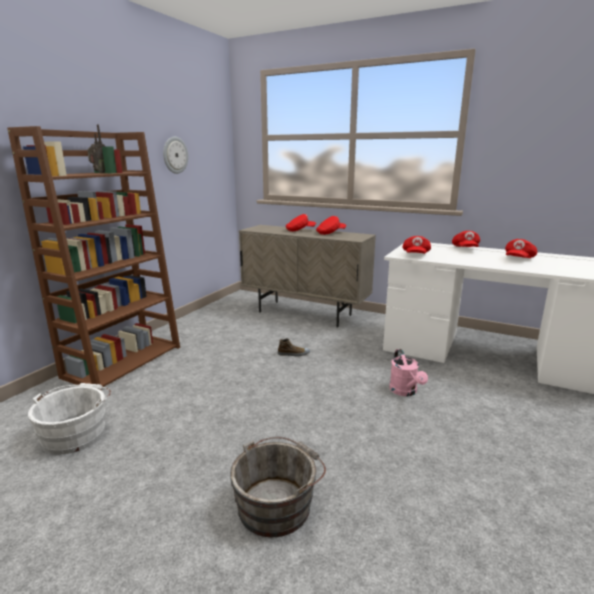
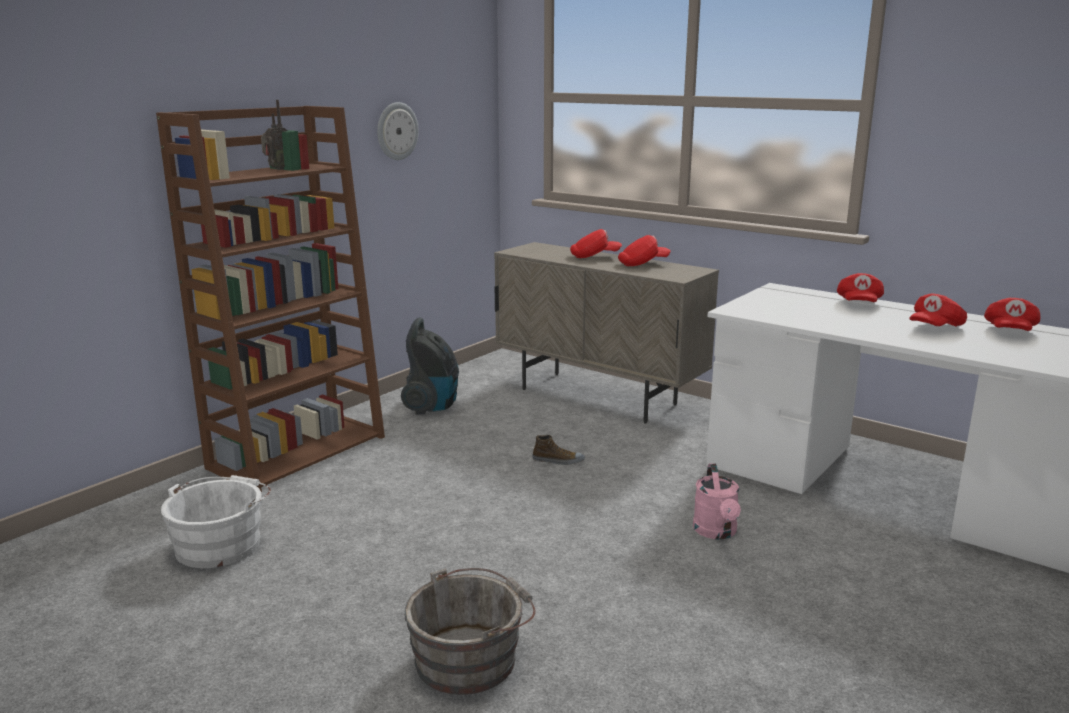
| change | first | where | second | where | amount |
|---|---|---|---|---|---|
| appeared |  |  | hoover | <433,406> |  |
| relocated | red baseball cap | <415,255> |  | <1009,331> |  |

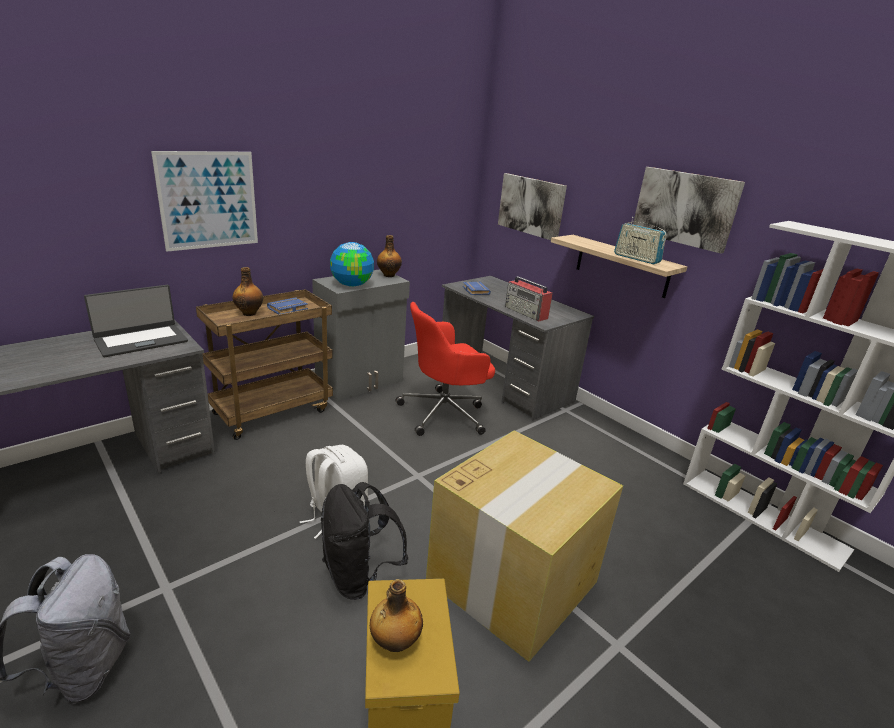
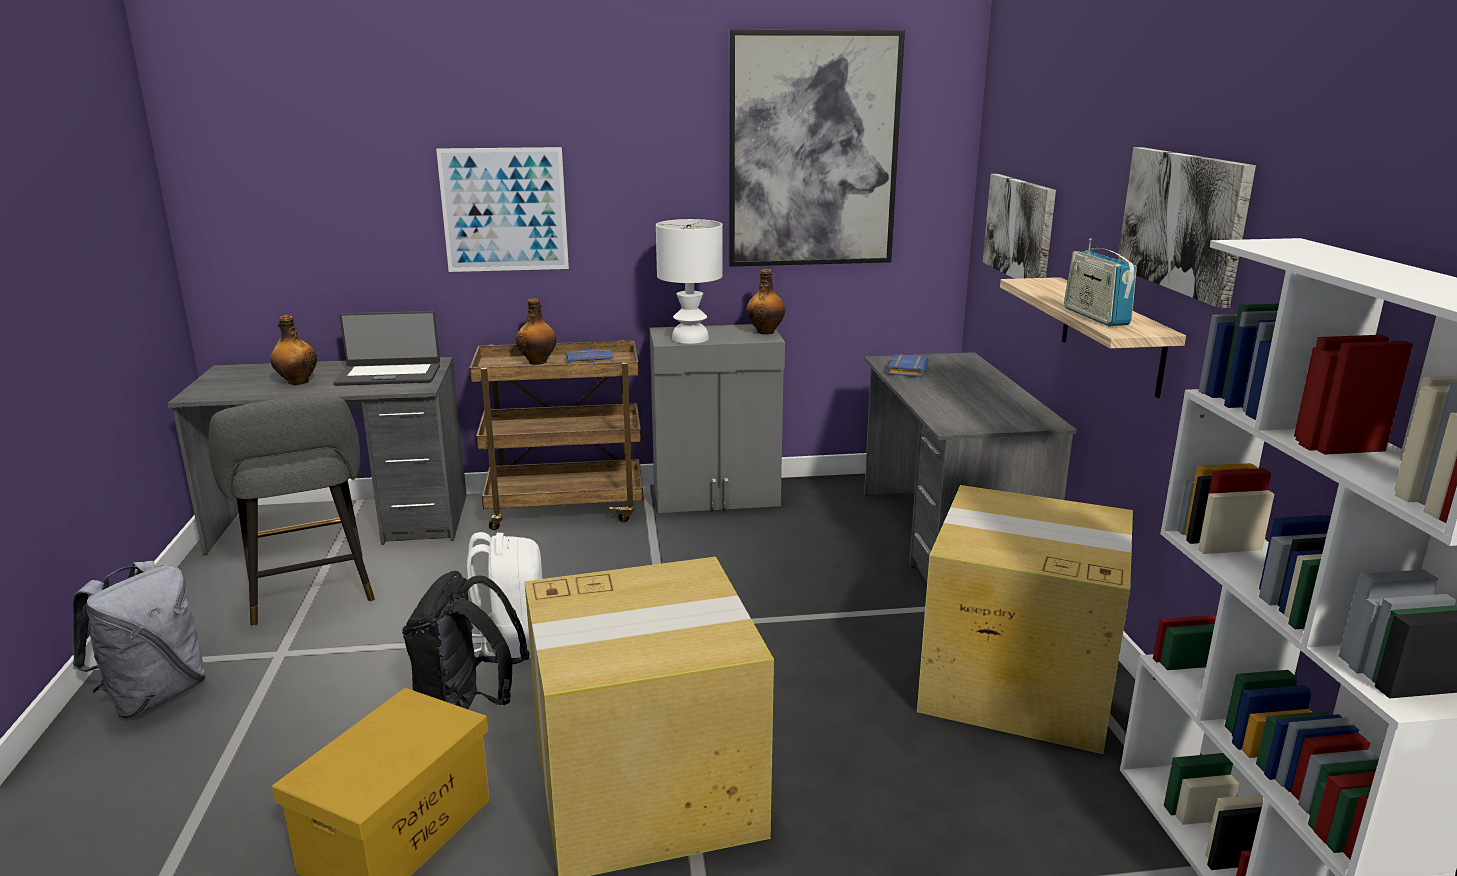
| change | first | where | second | where | amount |
|---|---|---|---|---|---|
| appeared |  |  | gray sitting stool | <310,593> |  |
| relocated | beverage bottle | <394,642> |  | <297,382> |  |
| exchanged | globe | <351,285> | white lamp for a table | <690,338> |  |
| appeared |  |  | wall art | <812,151> |  |
| appeared |  |  | carton | <1014,682> |  |
| missing | red desk chair | <444,413> |  |  |  |
| missing | radio set | <526,313> |  |  |  |

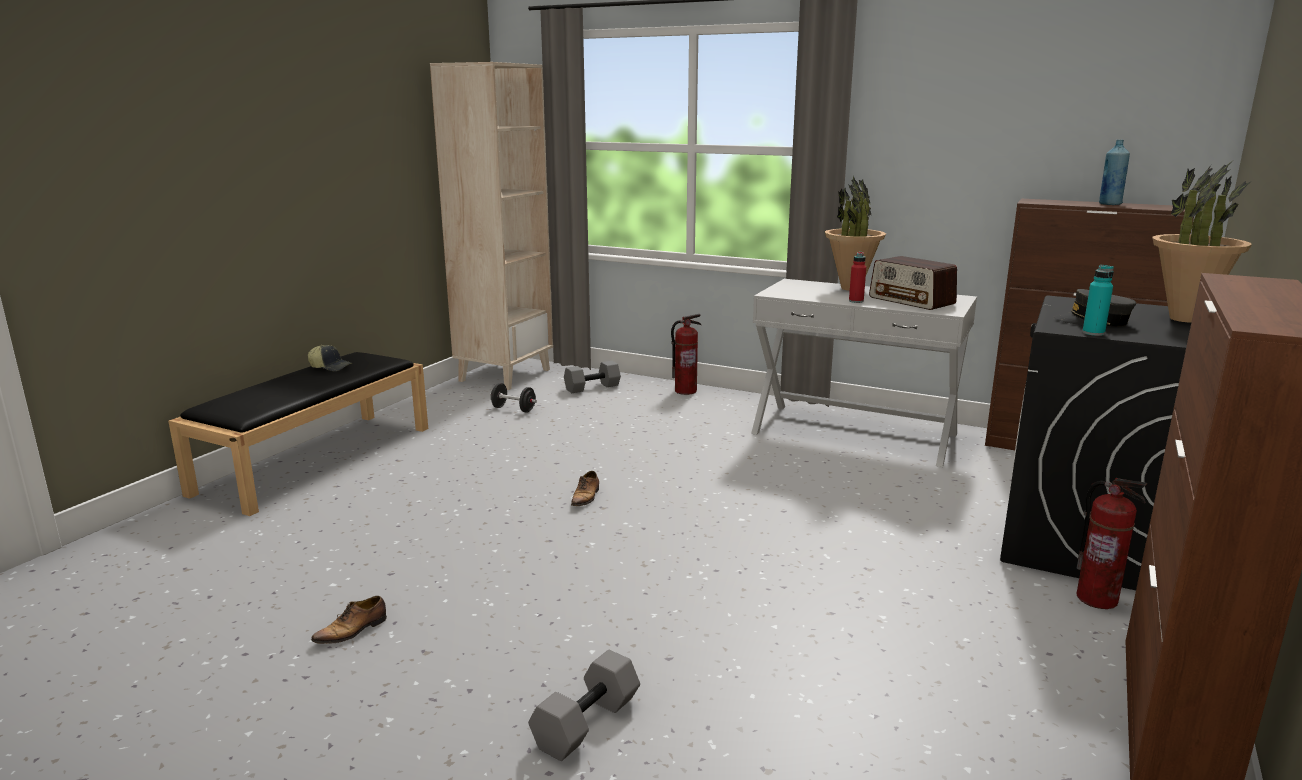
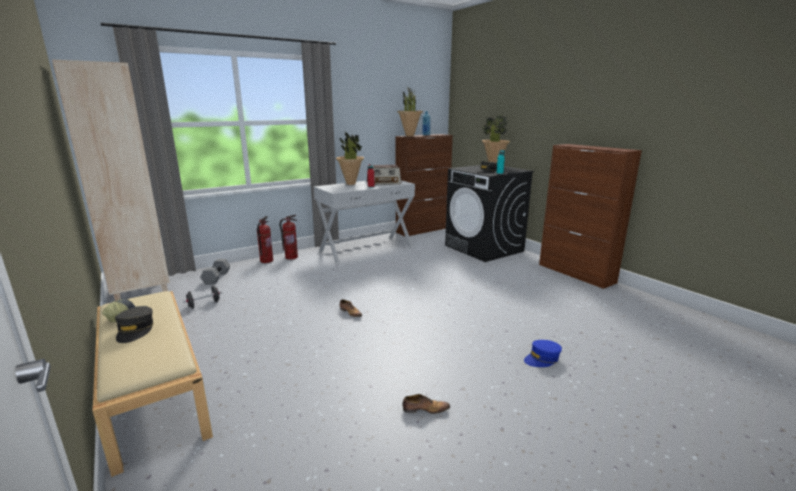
| change | first | where | second | where | amount |
|---|---|---|---|---|---|
| colour | black-coloured indoor bench | <317,458> | beige-coloured indoor bench | <153,390> |  |
| appeared |  |  | gray baseball cap | <135,330> |  |
| relocated | extinguisher | <1097,599> |  | <291,257> |  |
| appeared |  |  | potted plant | <409,136> |  |
| spun | item of footwear | <353,631> |  | <424,409> | 75 degrees counterclockwise |
| exchanged | gray dumbbell | <587,724> | blue baseball cap | <542,359> |  |

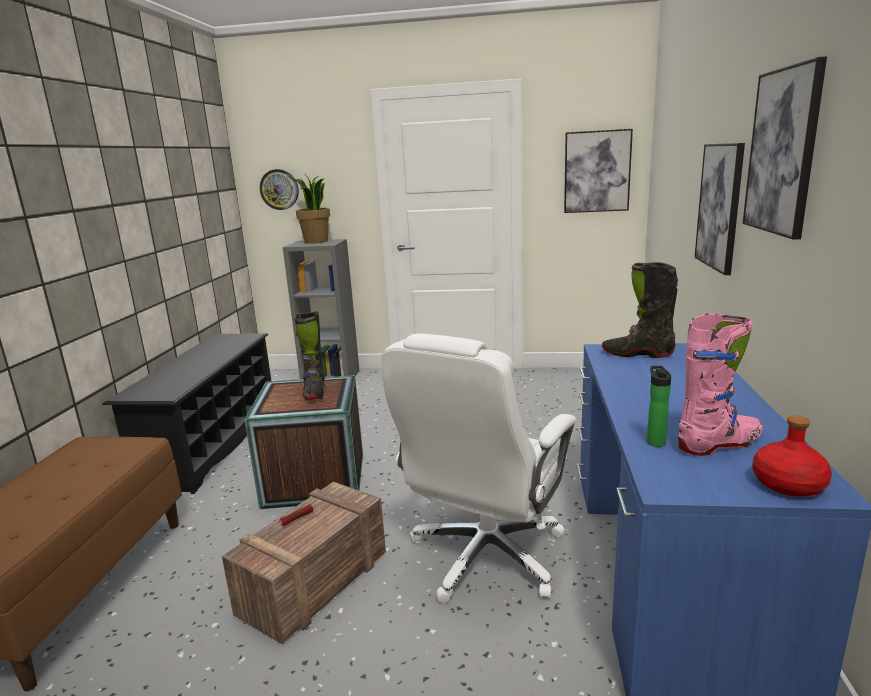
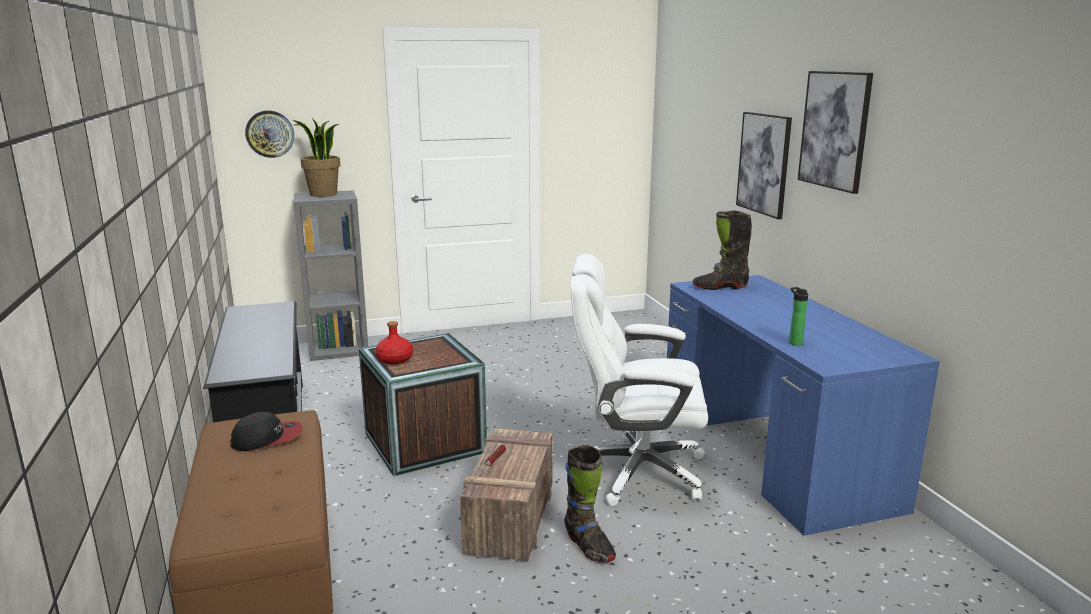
| change | first | where | second | where | amount |
|---|---|---|---|---|---|
| appeared |  |  | baseball cap | <267,438> |  |
| relocated | red beverage bottle | <788,484> |  | <395,359> |  |
| relocated | black-coloured tall boot | <314,392> |  | <588,546> |  |
| spun | white desk chair | <485,556> |  | <636,470> | 90 degrees clockwise |
| missing | wall art | <597,171> |  |  |  |
| missing | pink-coloured tall boot | <719,444> |  |  |  |

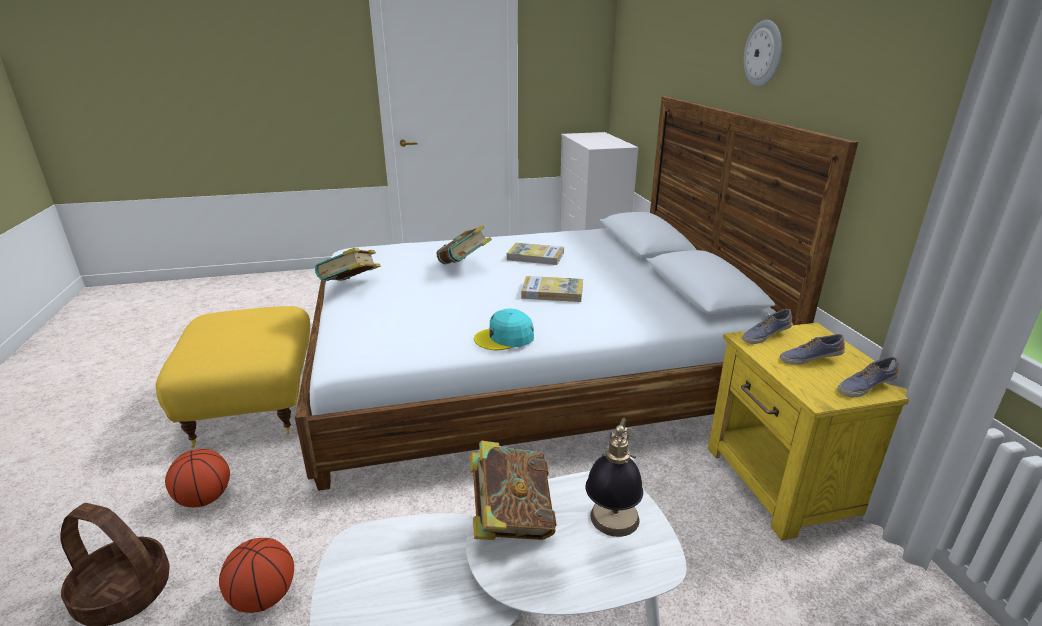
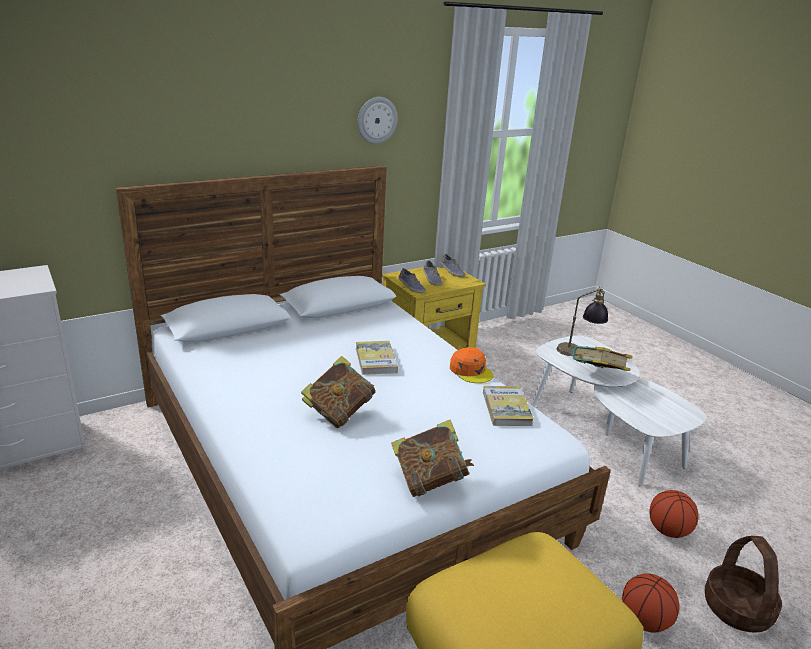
| change | first | where | second | where | amount |
|---|---|---|---|---|---|
| relocated | hanging clock | <763,53> |  | <376,120> |  |
| colour | turquoise-coloured baseball cap | <505,338> | orangey baseball cap | <471,371> |  |
| relocated | book | <535,256> |  | <506,408> |  |

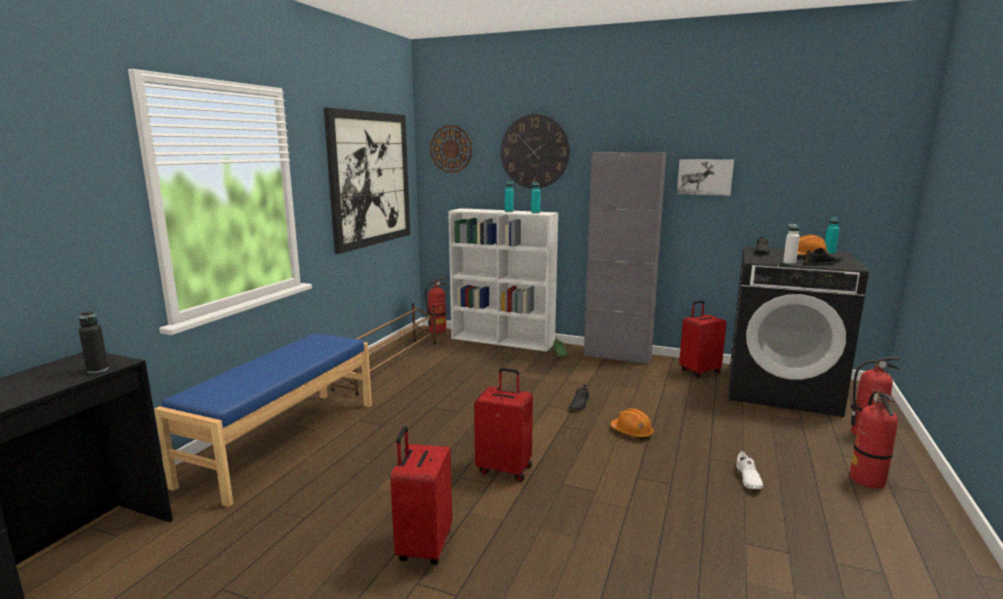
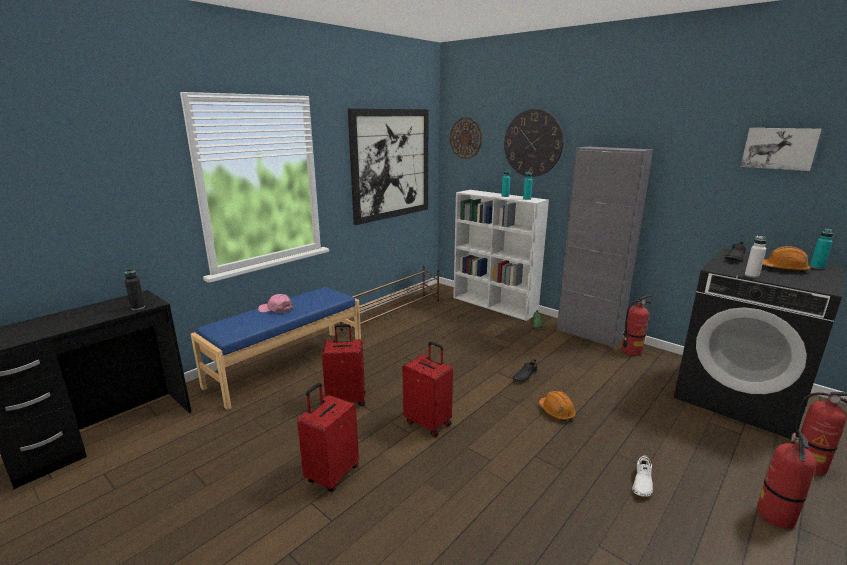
| change | first | where | second | where | amount |
|---|---|---|---|---|---|
| appeared |  |  | pink-coloured baseball cap | <276,308> |  |
| relocated | red travel case | <699,371> |  | <346,399> |  |
| relocated | extinguisher | <437,330> |  | <631,351> |  |
| relocated | wall art | <705,177> |  | <779,148> |  |
| missing | black-coloured item of footwear | <823,263> |  |  |  |

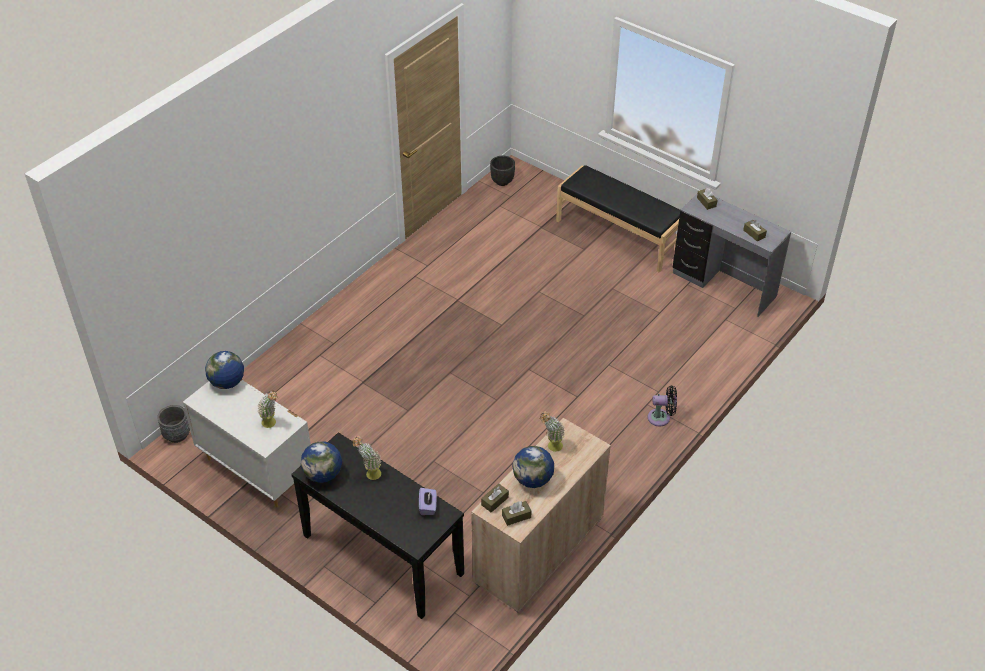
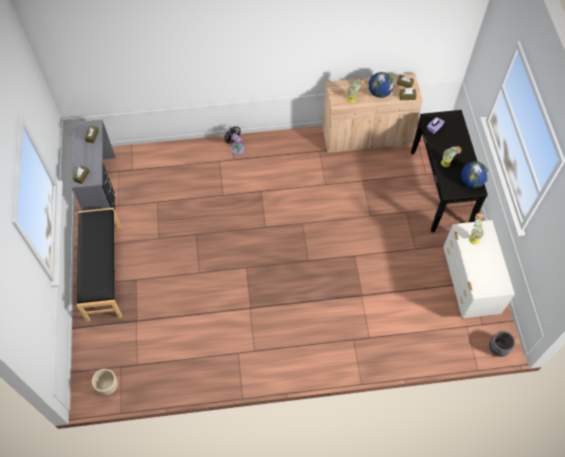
| change | first | where | second | where | amount |
|---|---|---|---|---|---|
| colour | black-coloured planter | <502,182> | beige-coloured planter | <108,386> |  |
| missing | globe | <227,382> |  |  |  |

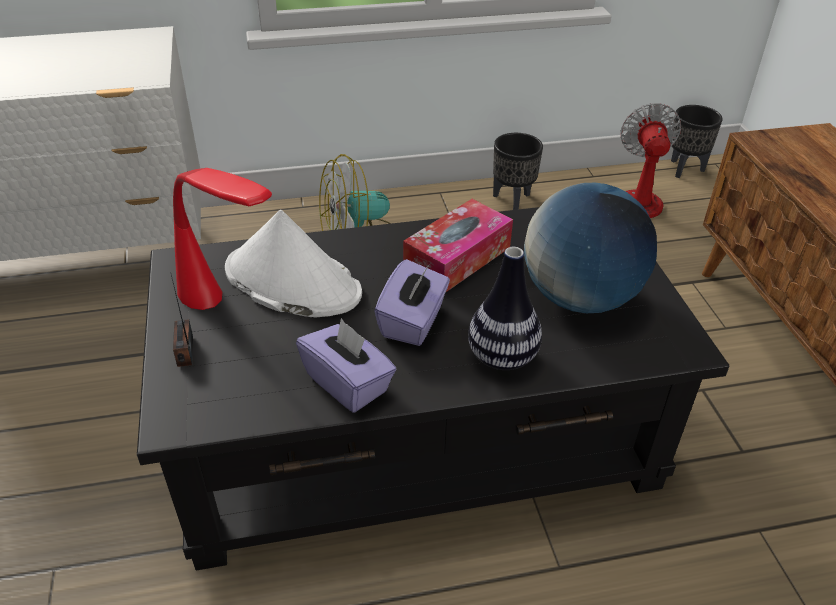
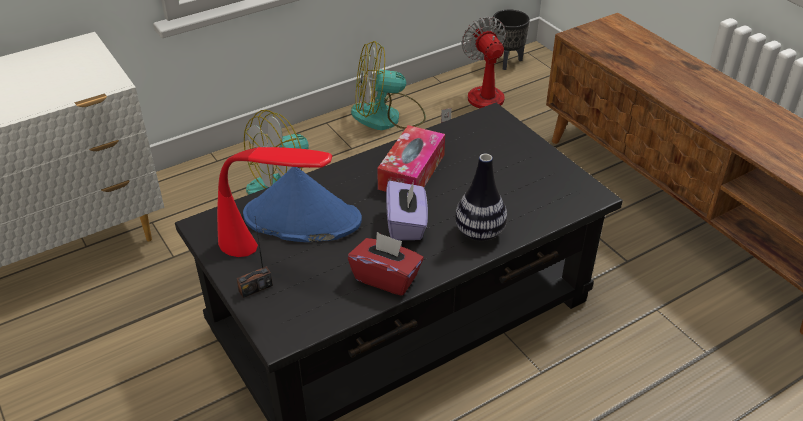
| change | first | where | second | where | amount |
|---|---|---|---|---|---|
| spun | radio set | <185,351> |  | <255,288> | 90 degrees counterclockwise |
| colour | white wearable hat | <291,282> | blue wearable hat | <301,219> |  |
| colour | purple-coloured tissue holder | <348,383> | red tissue holder | <386,278> |  |
| exchanged | black-coloured planter | <512,201> | cooling fan | <387,116> |  |
| missing | globe | <580,298> |  |  |  |

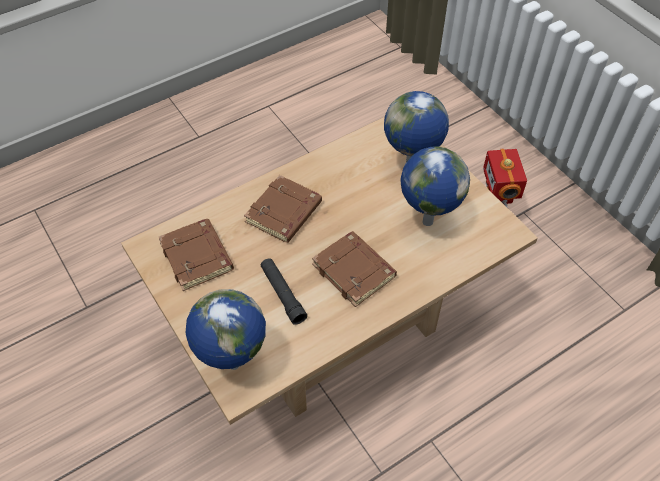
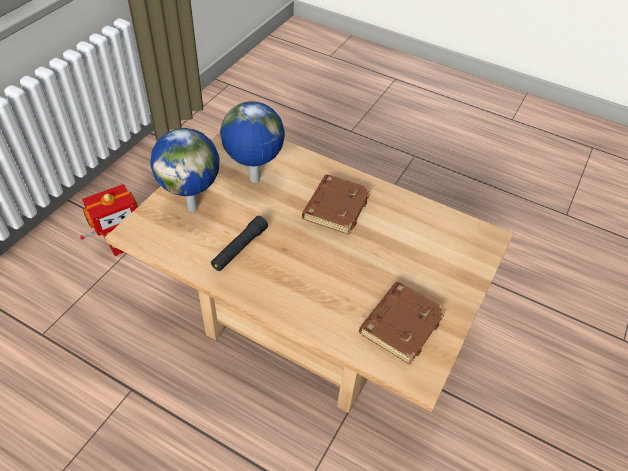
| change | first | where | second | where | amount |
|---|---|---|---|---|---|
| relocated | black-coloured torch | <282,294> |  | <239,248> |  |
| missing | globe | <232,365> |  |  |  |
| missing | brownish book | <284,213> |  |  |  |

